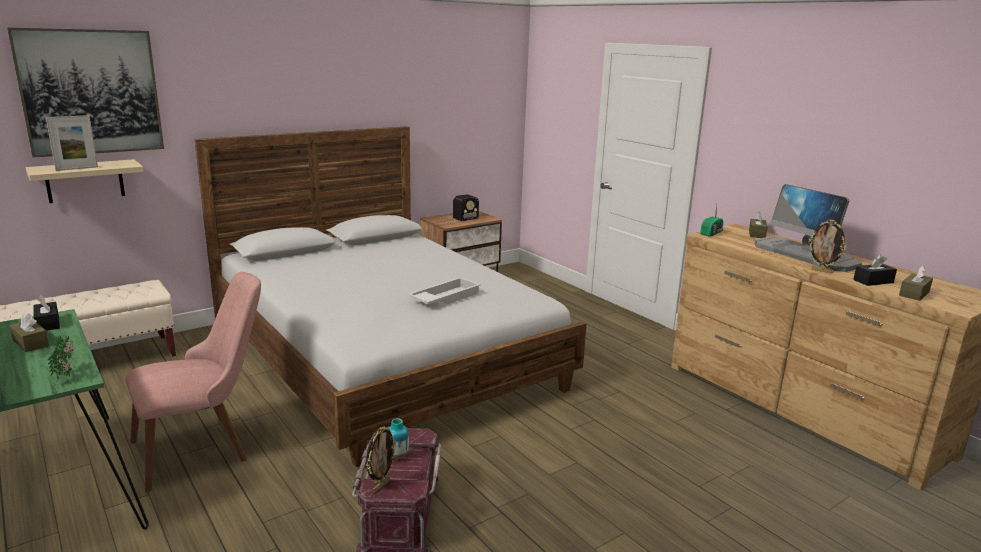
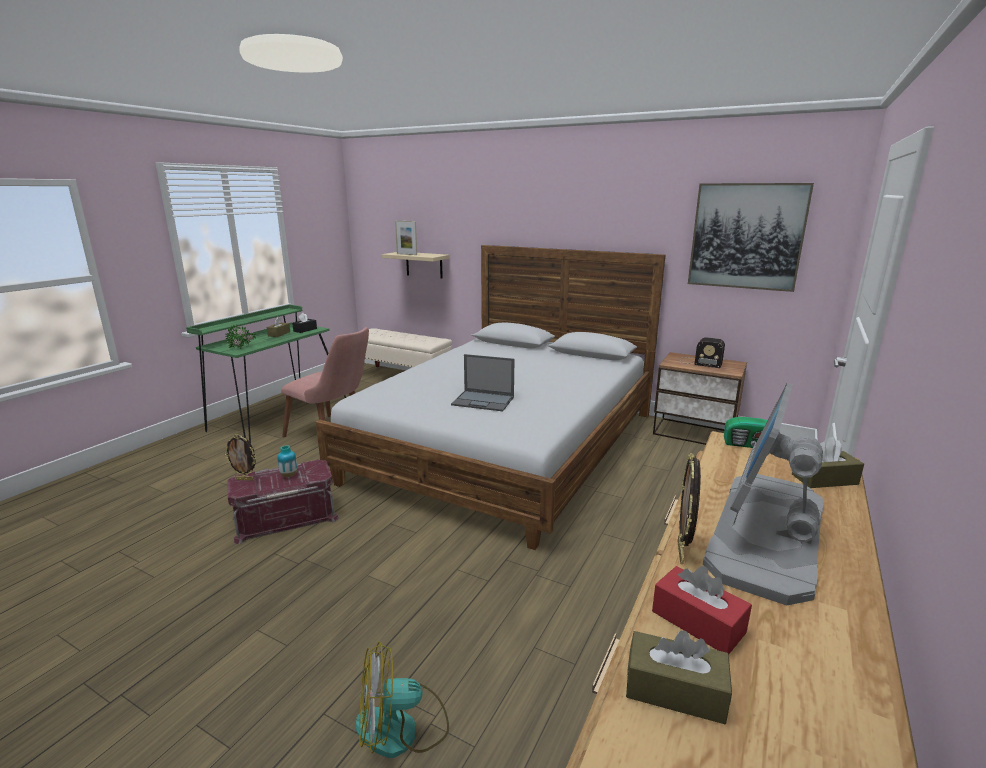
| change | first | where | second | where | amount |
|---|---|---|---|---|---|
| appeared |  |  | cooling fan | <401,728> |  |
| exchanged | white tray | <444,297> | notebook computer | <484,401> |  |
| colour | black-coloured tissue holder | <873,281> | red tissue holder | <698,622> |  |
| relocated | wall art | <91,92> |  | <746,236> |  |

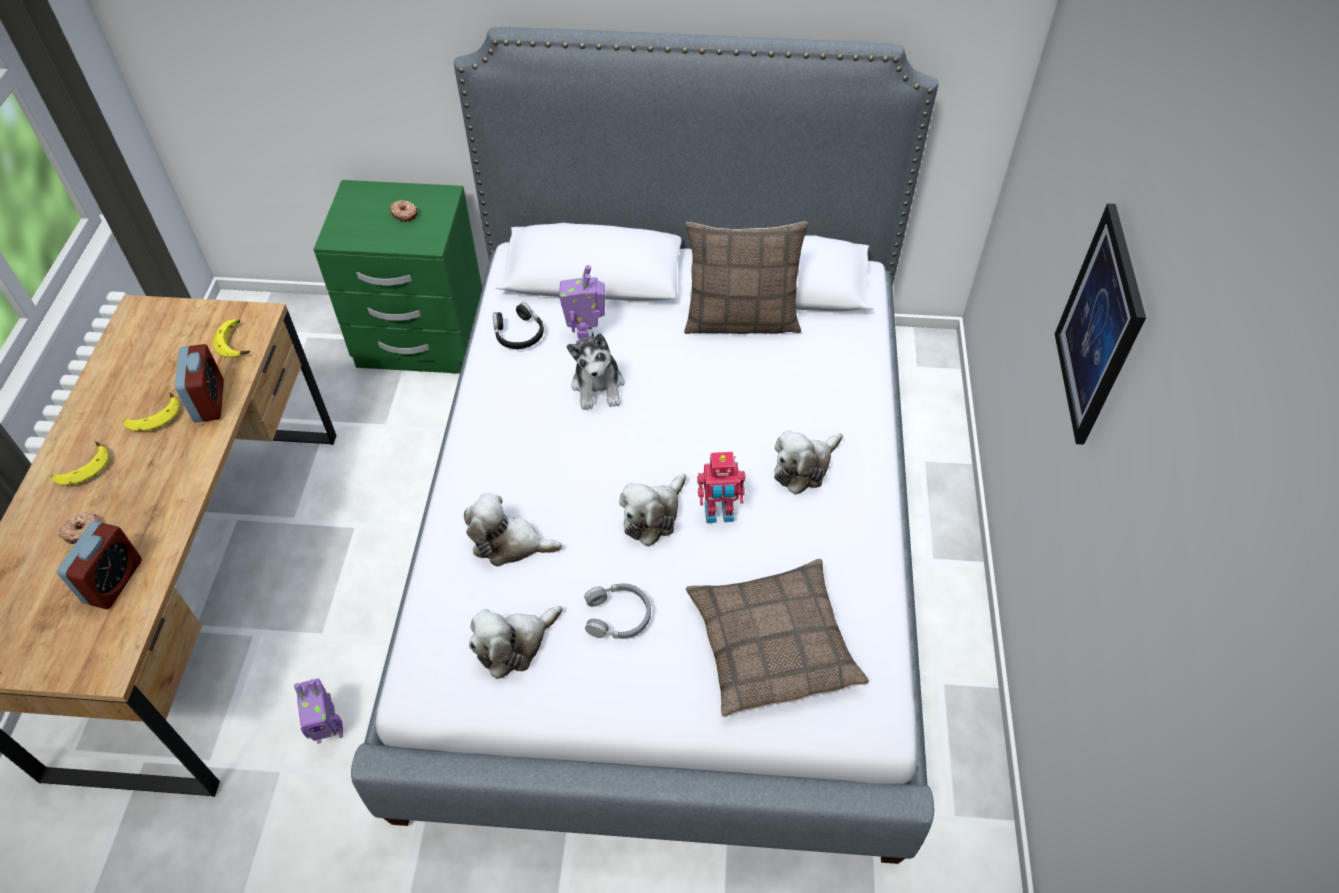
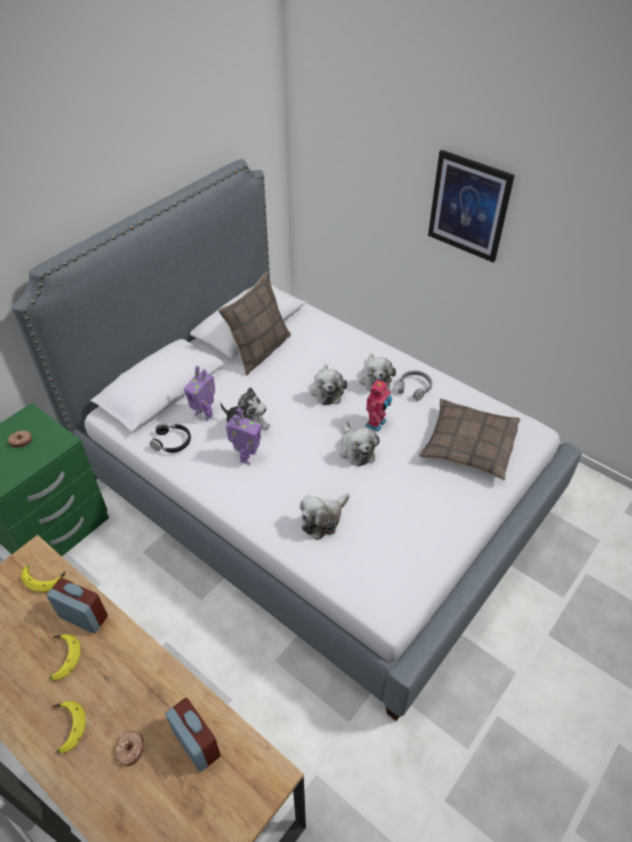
| change | first | where | second | where | amount |
|---|---|---|---|---|---|
| relocated | robot figure | <329,731> |  | <246,457> |  |
| relocated | plush toy | <514,645> |  | <327,391> |  |
| relocated | gray pair of headphones | <618,616> |  | <414,388> |  |

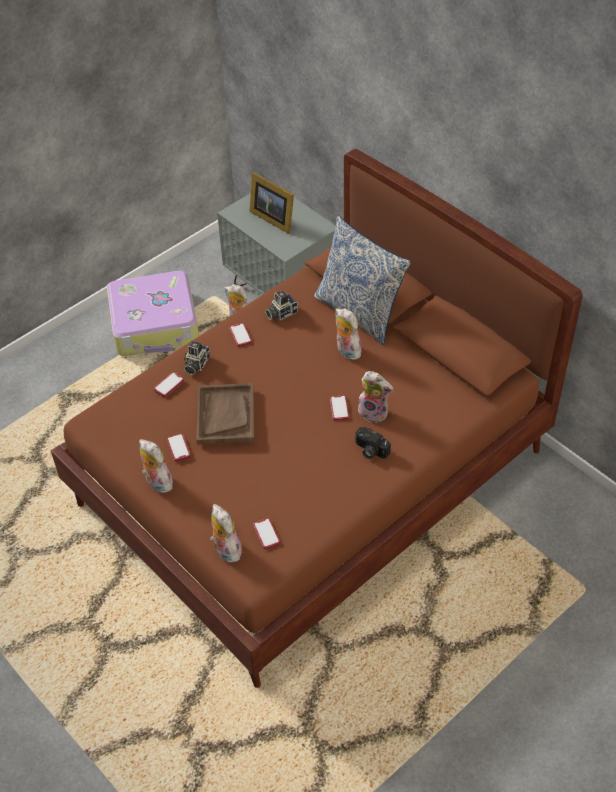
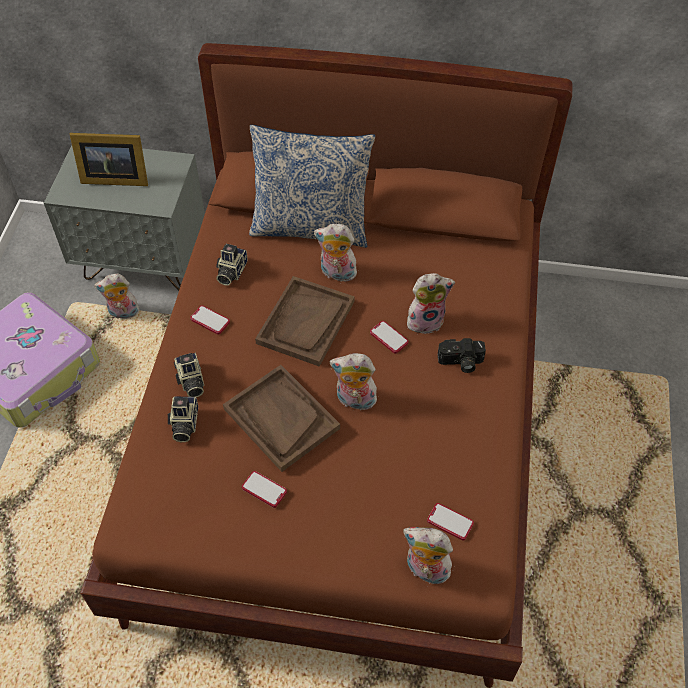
| change | first | where | second | where | amount |
|---|---|---|---|---|---|
| exchanged | telephone | <169,385> | photo camera | <184,424> |  |
| appeared |  |  | brownish tray | <306,322> |  |
| relocated | plush toy | <157,482> |  | <354,401> |  |

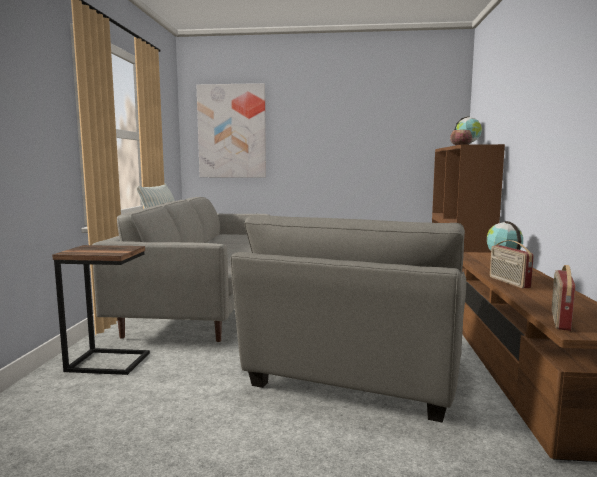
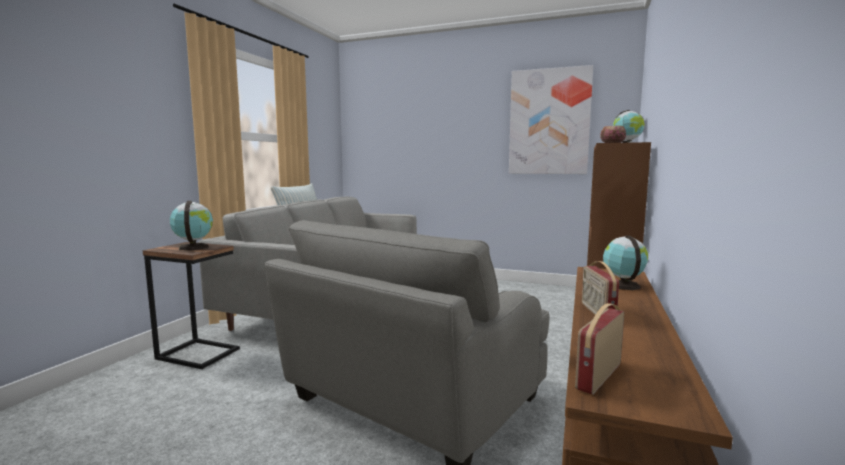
| change | first | where | second | where | amount |
|---|---|---|---|---|---|
| appeared |  |  | globe | <193,247> |  |
| relocated | wall art | <232,131> |  | <549,122> |  |

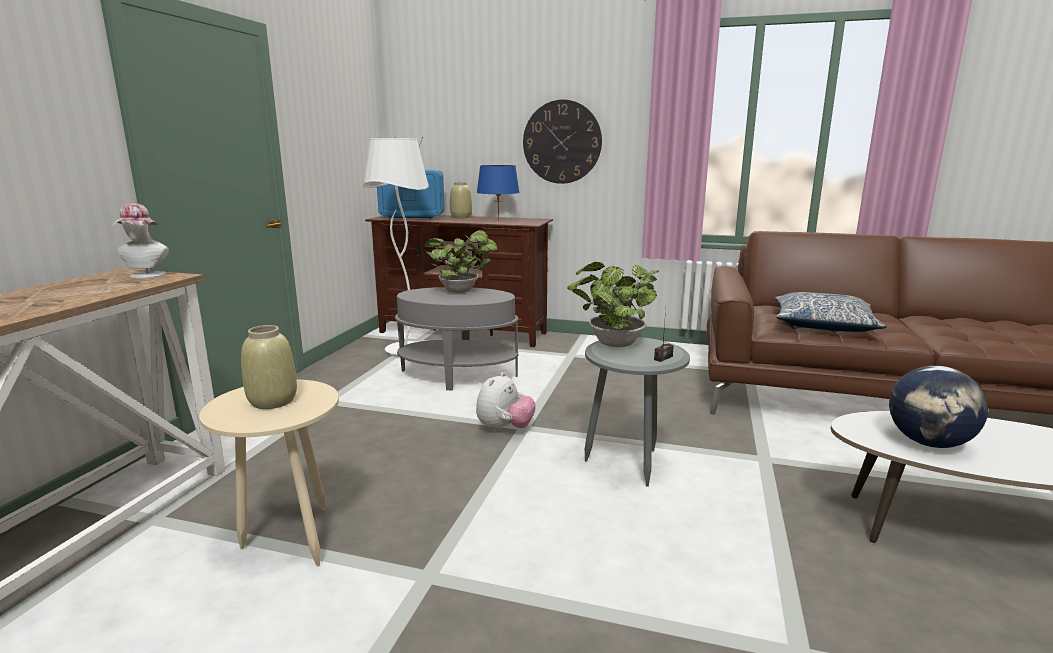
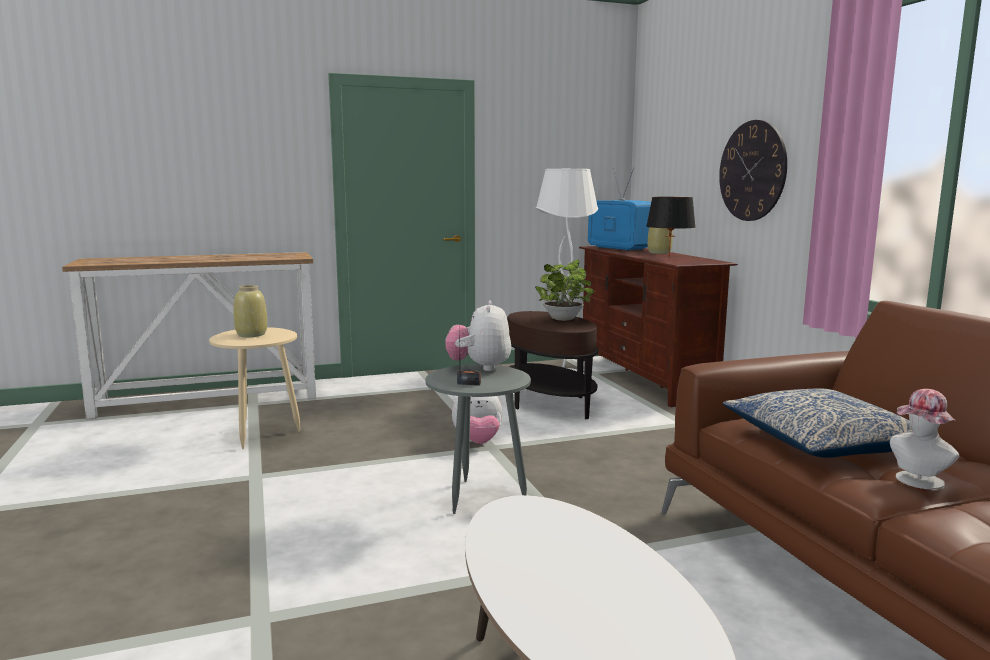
| change | first | where | second | where | amount |
|---|---|---|---|---|---|
| exchanged | potted plant | <612,344> | plush toy | <479,367> |  |
| colour | gray side table | <458,375> | brownish side table | <549,403> |  |
| colour | blue lamp for a table | <498,221> | black-coloured lamp for a table | <668,258> |  |
| relocated | wearable hat | <146,276> |  | <917,482> |  |
| missing | globe | <928,443> |  |  |  |

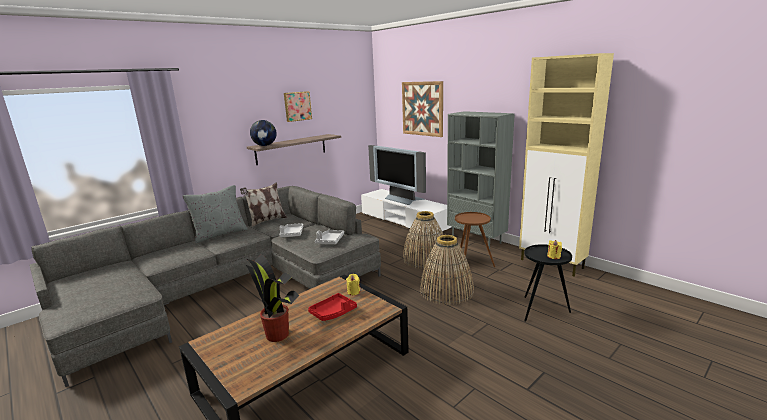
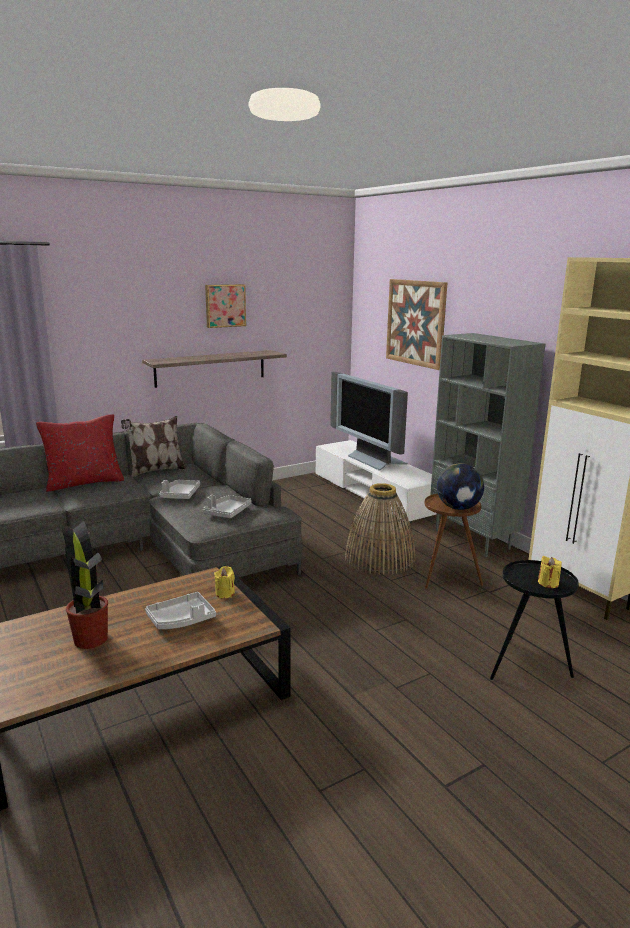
| change | first | where | second | where | amount |
|---|---|---|---|---|---|
| colour | gray throw pillow | <220,234> | red throw pillow | <84,482> |  |
| colour | red tray | <333,312> | gray tray | <181,619> |  |
| relocated | globe | <265,145> |  | <458,508> |  |
| missing | storage basket | <446,290> |  |  |  |

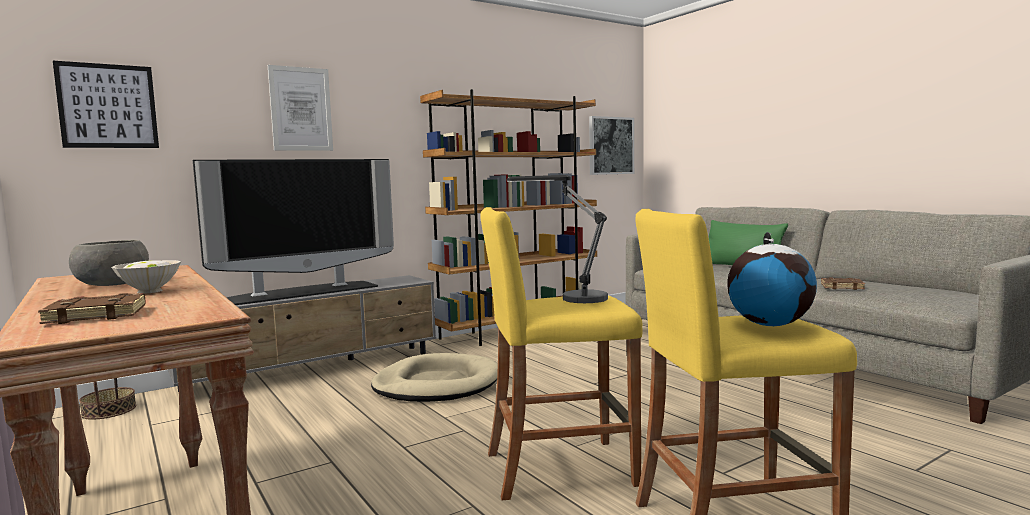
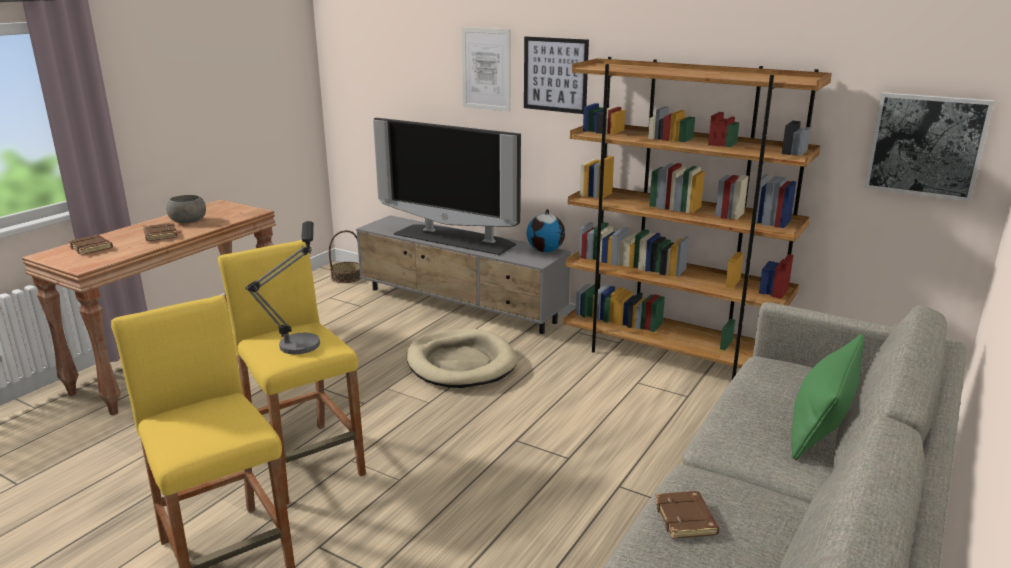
| change | first | where | second | where | amount |
|---|---|---|---|---|---|
| exchanged | white bowl | <148,291> | brownish book | <160,235> |  |
| relocated | wall art | <108,106> |  | <555,75> |  |
| relocated | globe | <769,324> |  | <545,251> |  |

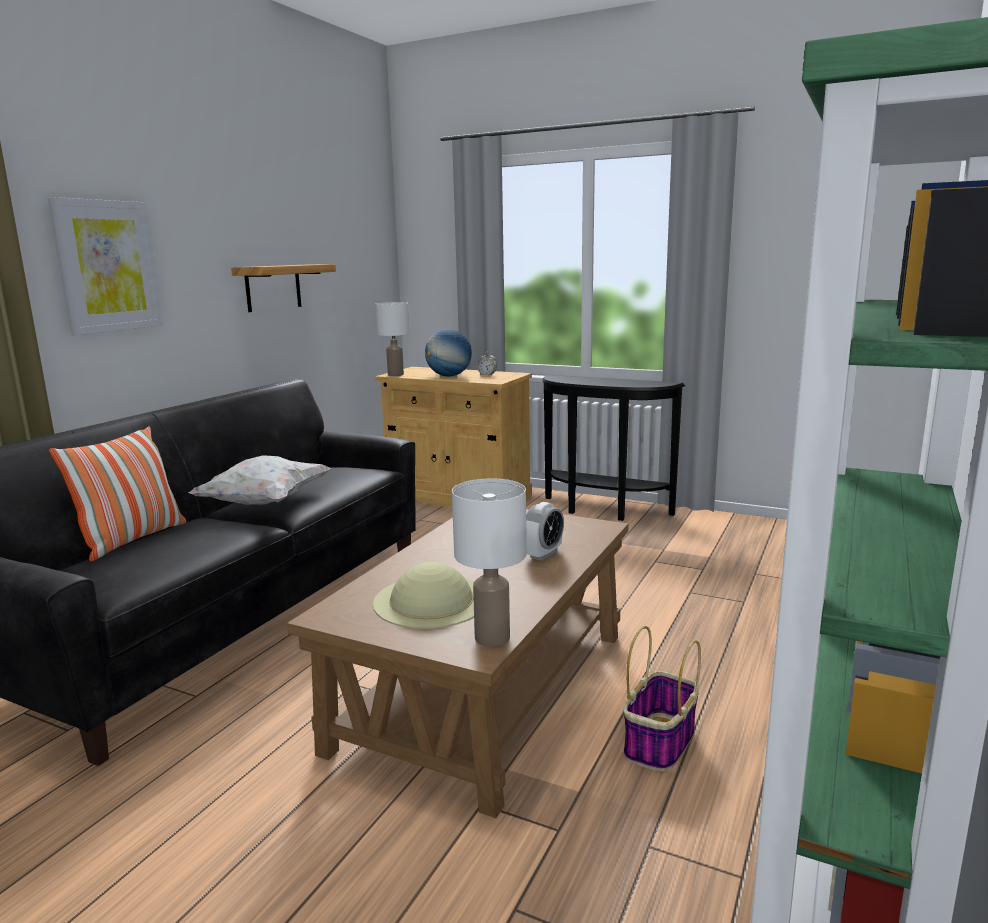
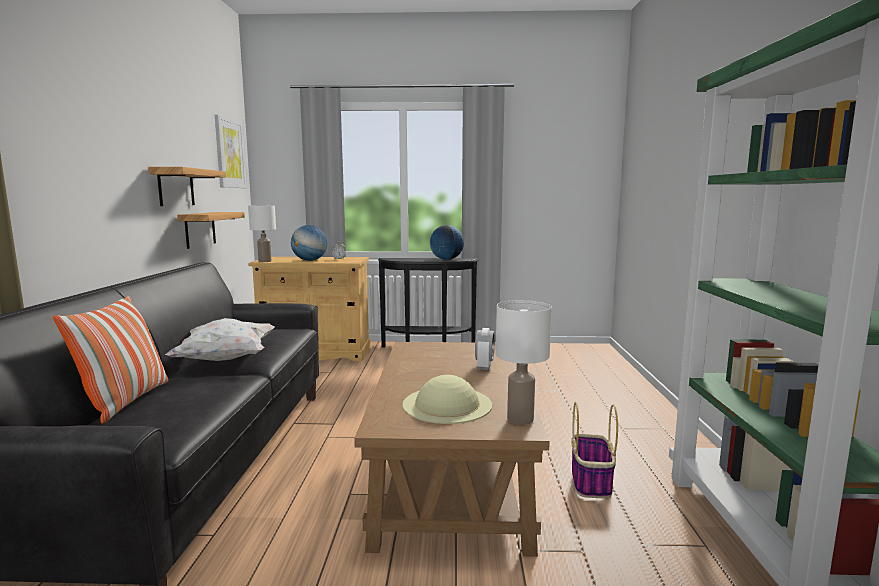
| change | first | where | second | where | amount |
|---|---|---|---|---|---|
| appeared |  |  | bracket shelf | <200,229> |  |
| relocated | wall art | <107,266> |  | <229,153> |  |
| appeared |  |  | globe | <446,259> |  |

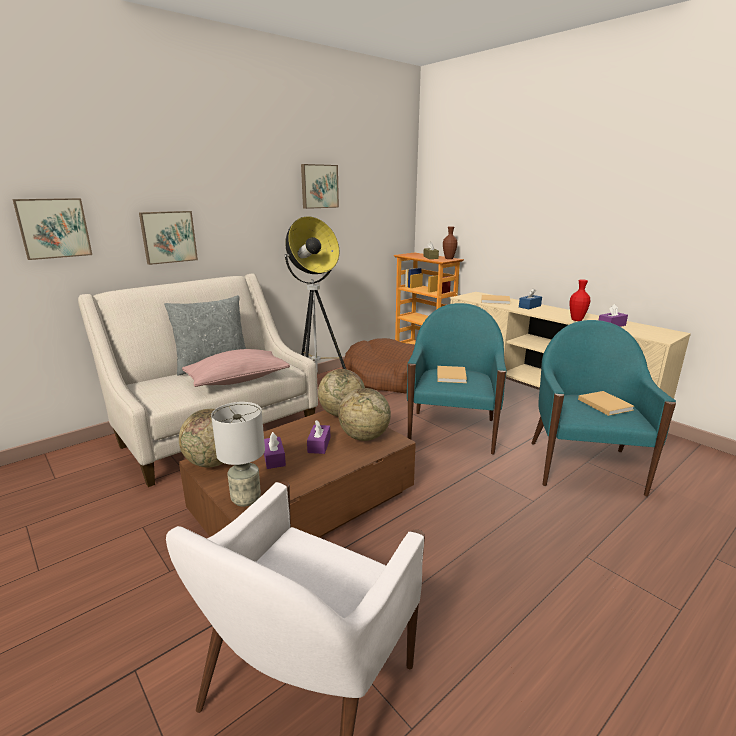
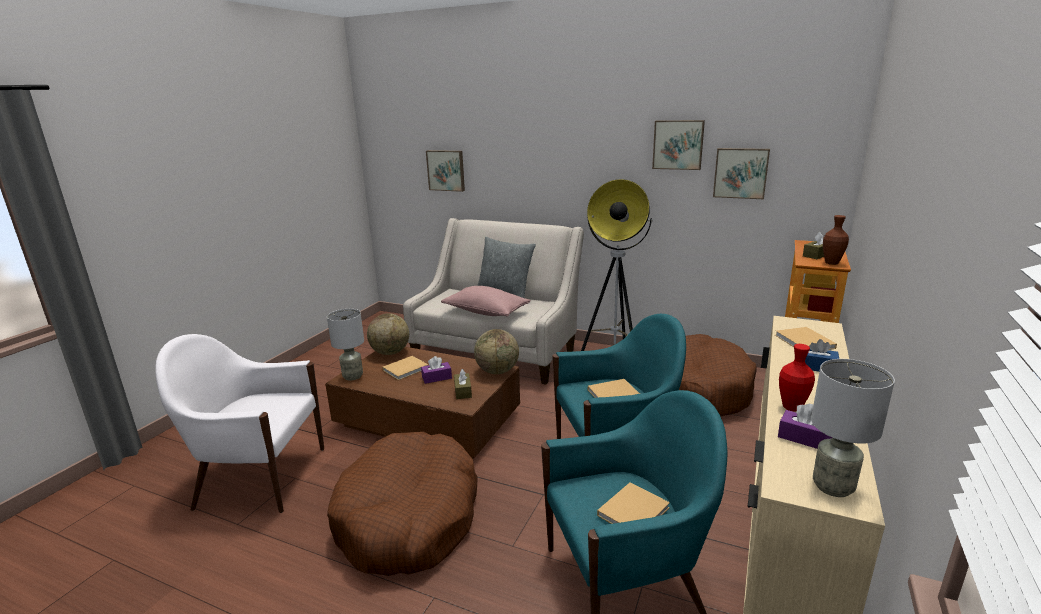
| change | first | where | second | where | amount |
|---|---|---|---|---|---|
| appeared |  |  | brownish dog bed | <409,517> |  |
| exchanged | purple-coloured tissue holder | <274,458> | beige-coloured book | <406,369> |  |
| exchanged | globe | <364,437> | brownish tissue holder | <463,391> |  |
| relocated | wall art | <168,237> |  | <740,173> |  |
| appeared |  |  | gray lamp for a table | <832,487> |  |

